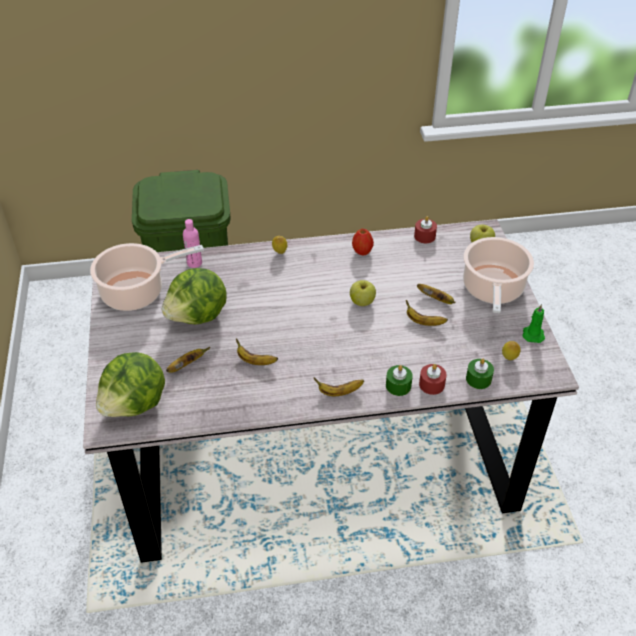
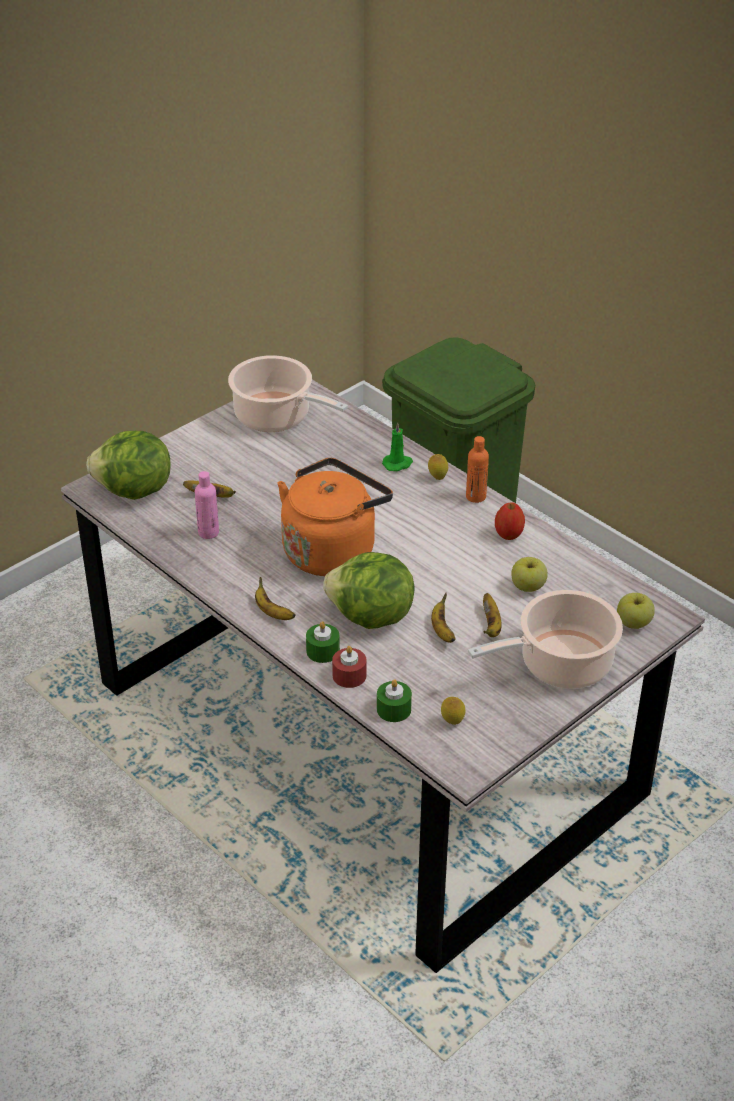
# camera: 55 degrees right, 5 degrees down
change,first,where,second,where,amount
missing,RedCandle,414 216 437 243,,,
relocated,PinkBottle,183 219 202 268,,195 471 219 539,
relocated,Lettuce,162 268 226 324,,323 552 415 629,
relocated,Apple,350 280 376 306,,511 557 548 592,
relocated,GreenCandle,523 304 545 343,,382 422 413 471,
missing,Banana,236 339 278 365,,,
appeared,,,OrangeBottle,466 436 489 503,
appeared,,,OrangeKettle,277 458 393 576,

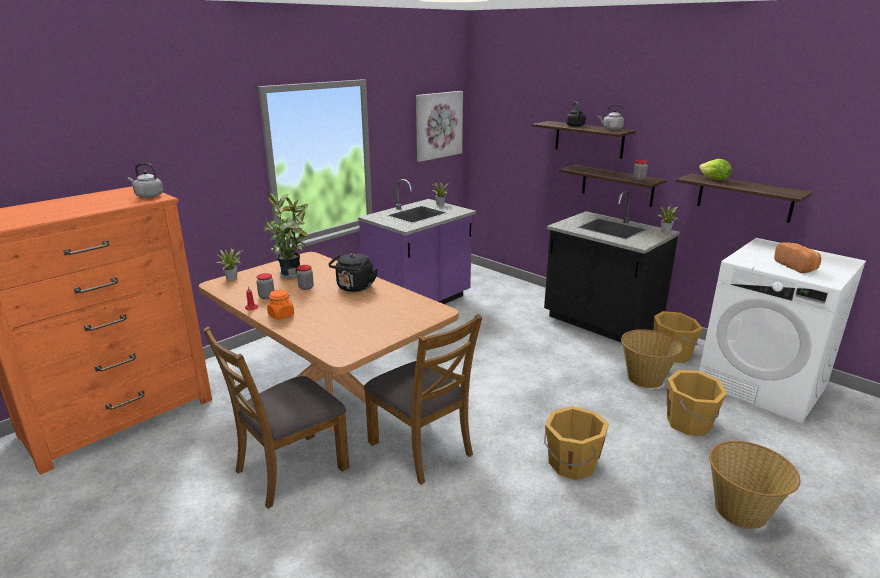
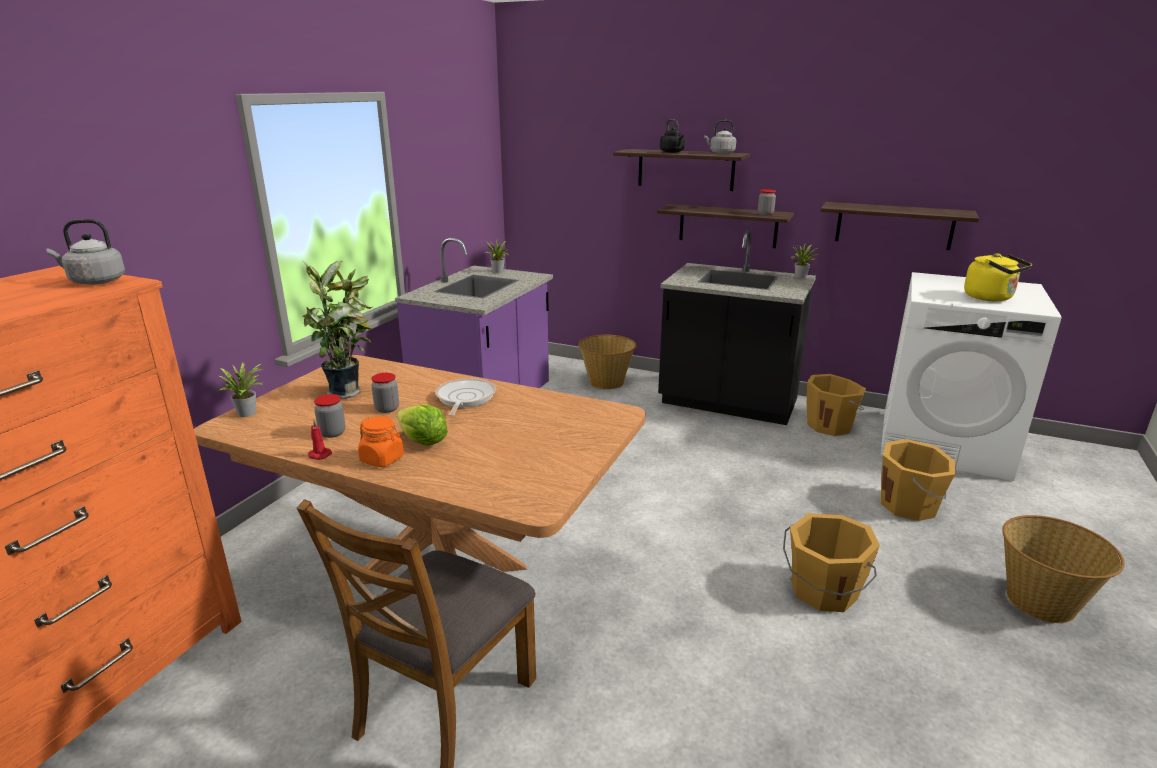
# camera: 20 degrees left, 0 degrees up
change,first,where,second,where,amount
missing,Picture,416 91 463 162,,,
relocated,Lettuce,699 159 732 180,,397 404 448 446,
exchanged,Bread,774 242 821 273,YellowKettle,964 253 1032 301,
exchanged,BlackKettle,328 253 378 292,FryingPan,435 378 496 416,
missing,BrownChair,364 314 482 485,,,
relocated,Basket,621 329 683 388,,578 335 637 389,

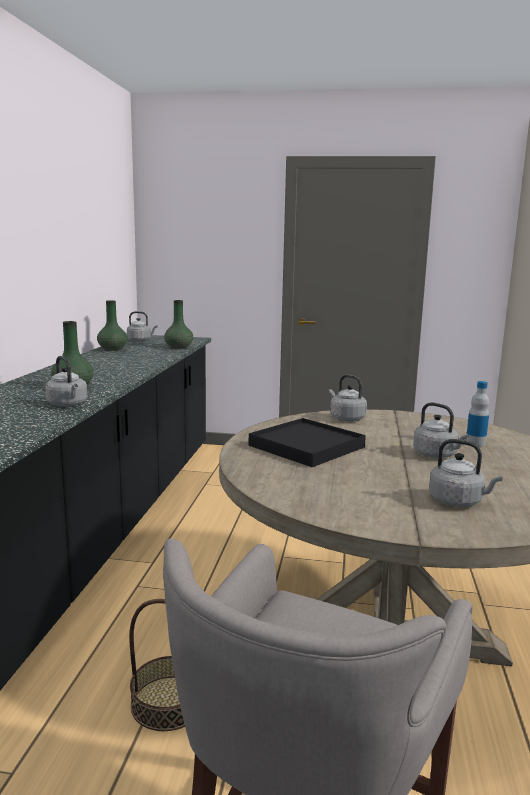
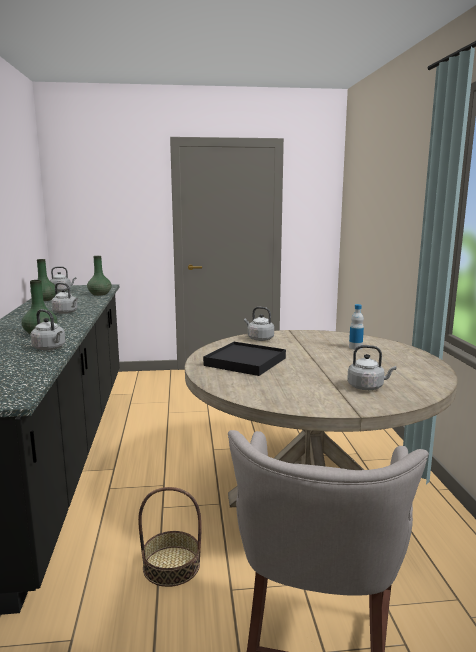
# camera: 15 degrees left, 0 degrees up
change,first,where,second,where,amount
relocated,GreyKettle,413 402 469 458,,51 282 78 314,

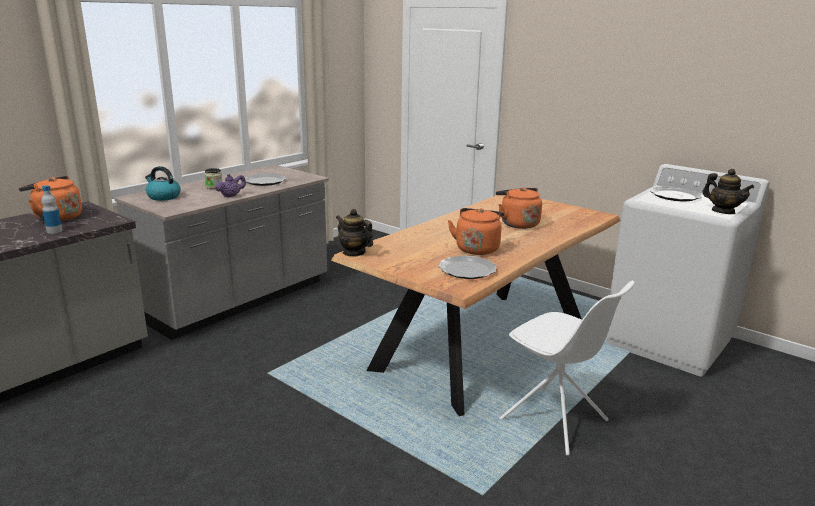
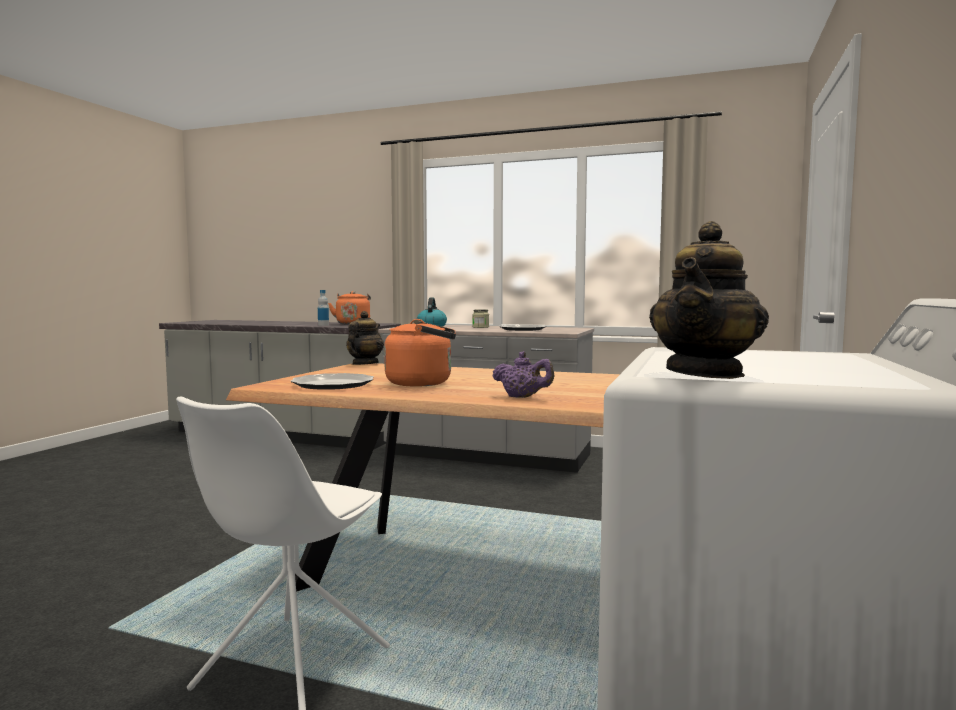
# camera: 70 degrees right, 15 degrees down
change,first,where,second,where,amount
relocated,PurpleTeapot,215 174 246 198,,492 351 554 398,
missing,Plate,650 186 702 201,,,
missing,OrangeKettle,496 187 542 229,,,

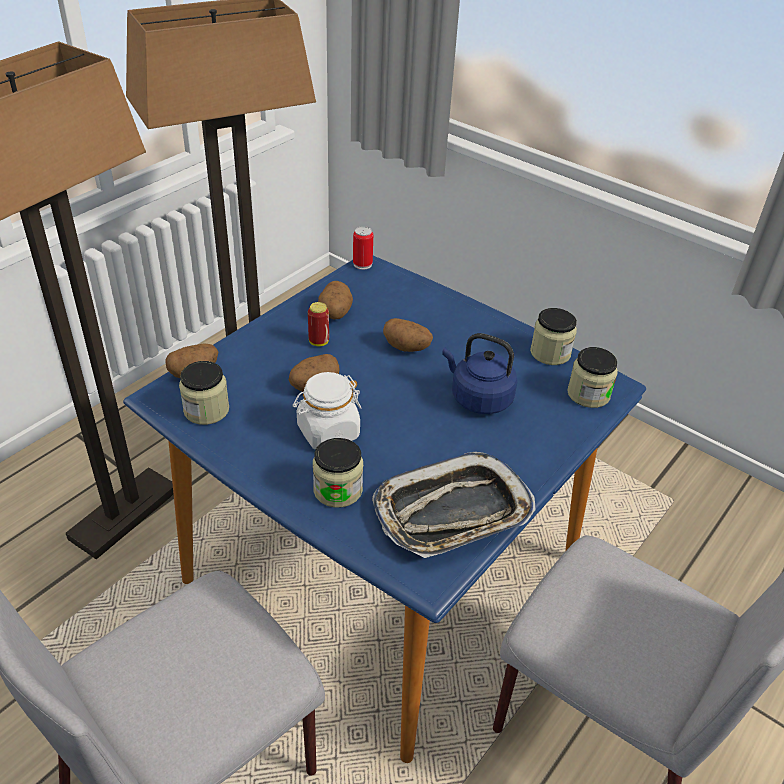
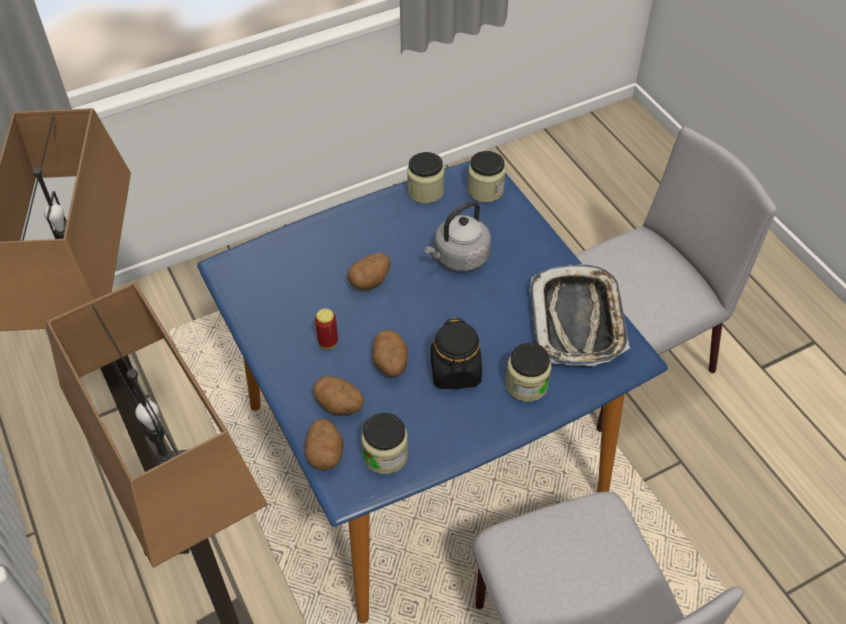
# camera: 65 degrees left, 10 degrees up
change,first,where,second,where,amount
missing,Can,353 226 373 270,,,
relocated,Potato,318 281 353 319,,313 376 365 415,
colour,BlueKettle,442 333 517 414,GreyKettle,424 201 491 272,
colour,WhiteJar,293 372 361 450,BlackJar,431 318 482 389,

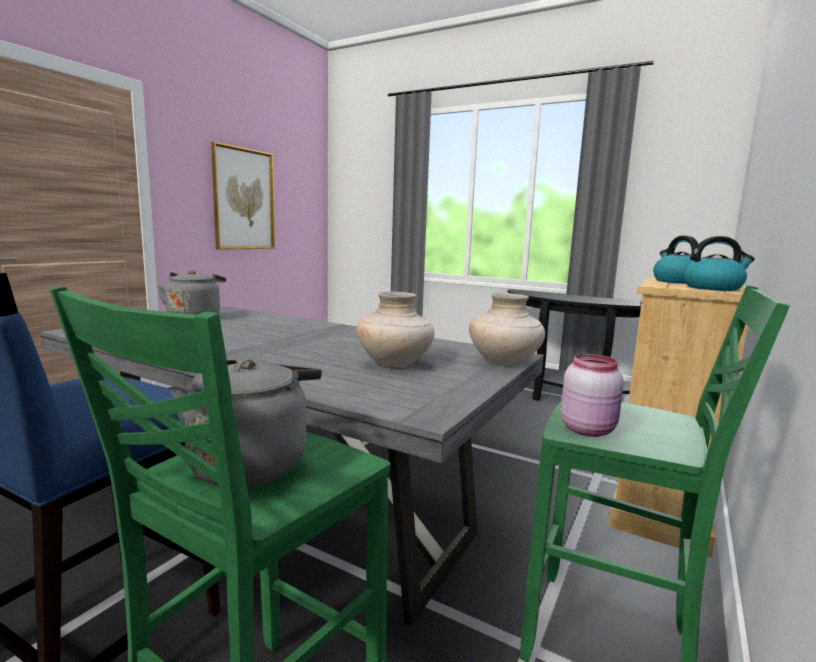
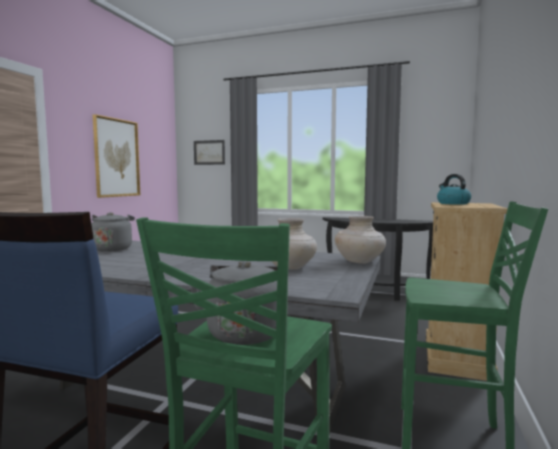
# camera: 10 degrees left, 5 degrees down
change,first,where,second,where,amount
missing,Kettle,683 236 755 291,,,
missing,PinkJar,561 354 624 437,,,
appeared,,,Picture,194 140 225 165,

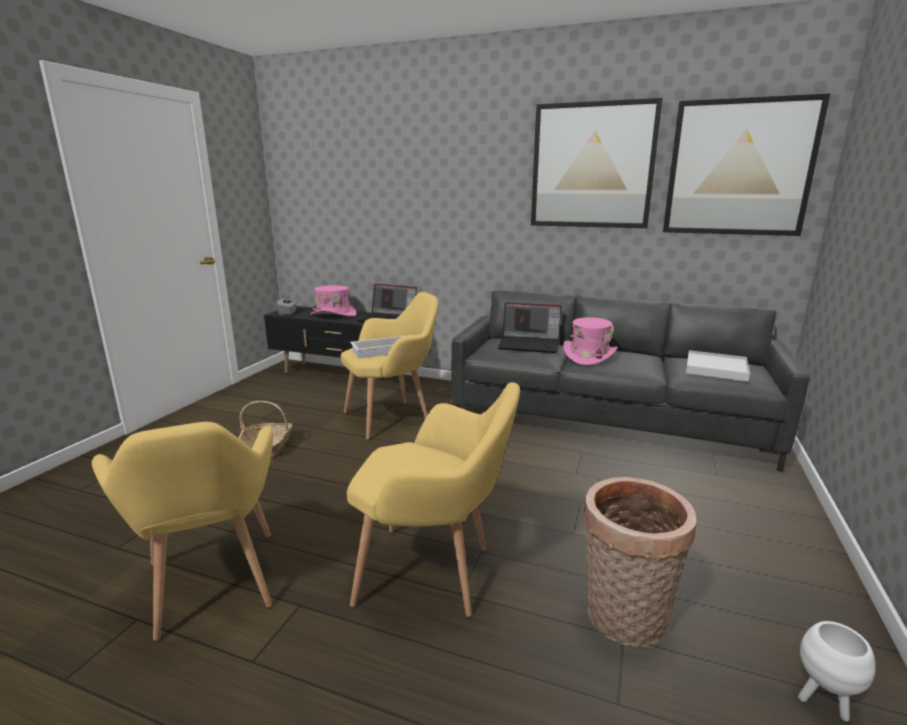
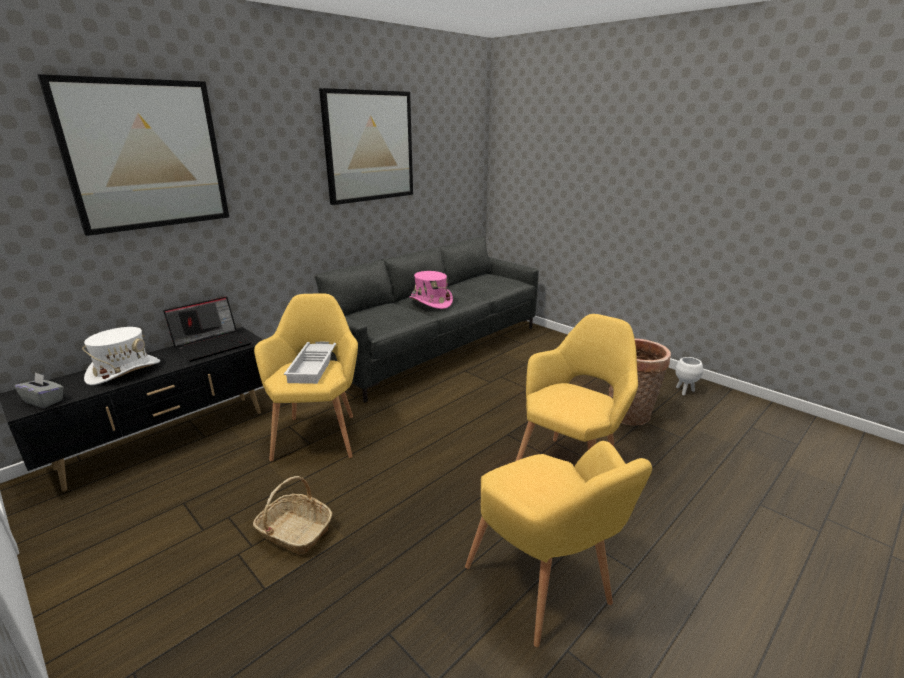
# camera: 65 degrees left, 5 degrees up
change,first,where,second,where,amount
relocated,Picture,663 93 830 236,,38 74 229 236,
colour,PinkHat,310 285 357 317,WhiteHat,82 327 160 385,
missing,Laptop,498 303 562 353,,,
missing,WhiteTray,686 350 750 382,,,
spun,YellowArmchair,92 422 273 641,,465 441 652 647,60 degrees clockwise

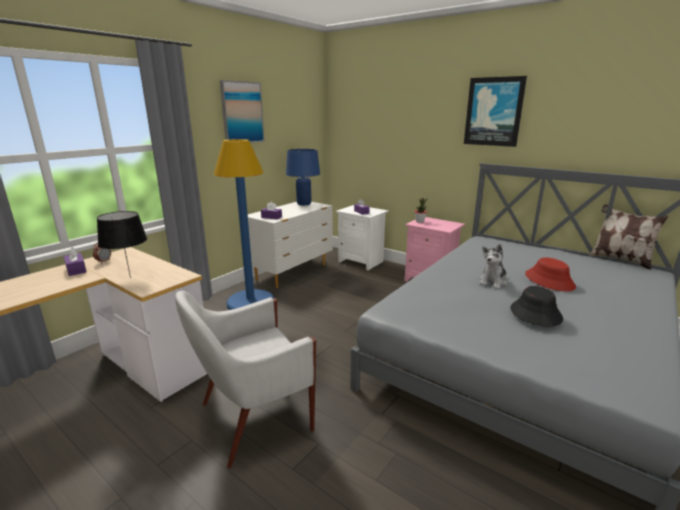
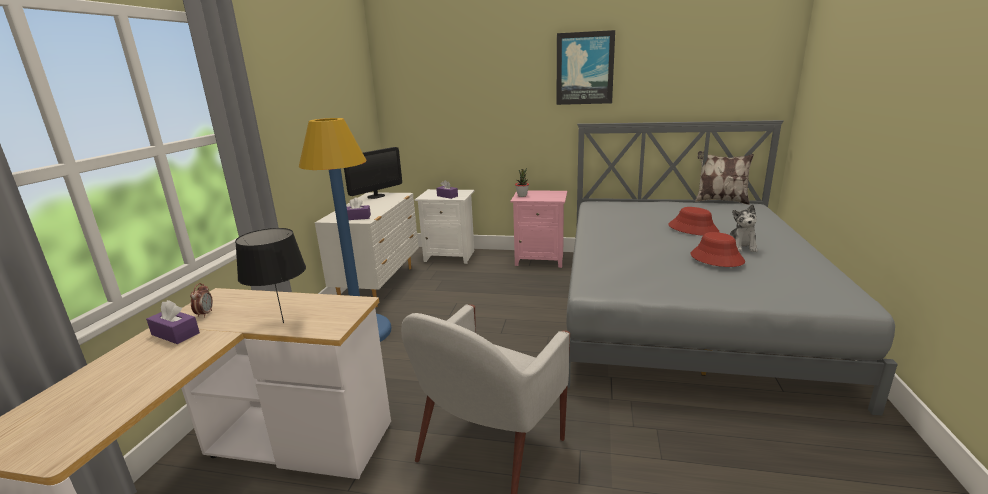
# camera: 25 degrees left, 0 degrees up
change,first,where,second,where,amount
missing,Picture,220 80 265 143,,,
exchanged,BlueTableLamp,286 149 320 205,Monitor,344 147 402 199,
relocated,PlushToy,479 244 507 289,,730 204 758 252,
colour,BlackHat,510 286 563 327,RedHat,690 232 745 267,

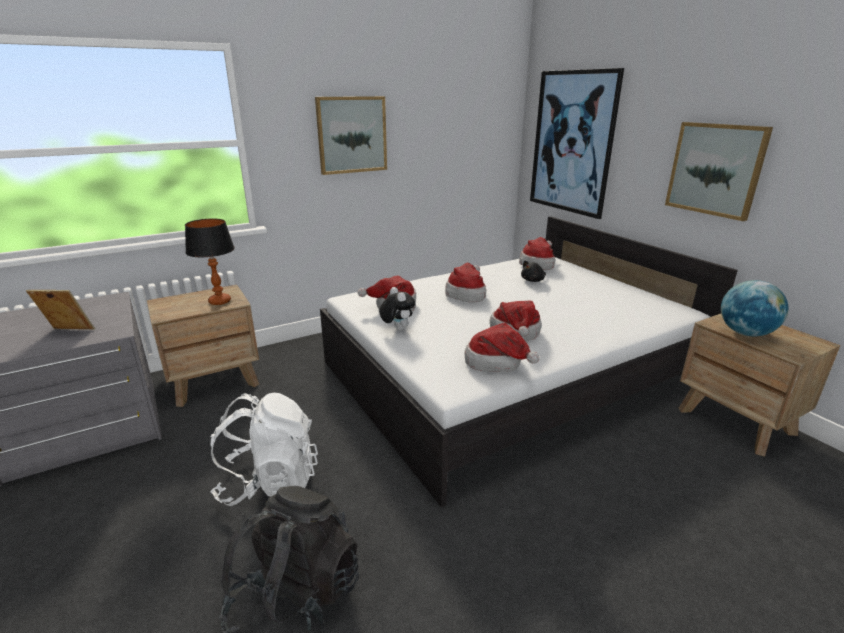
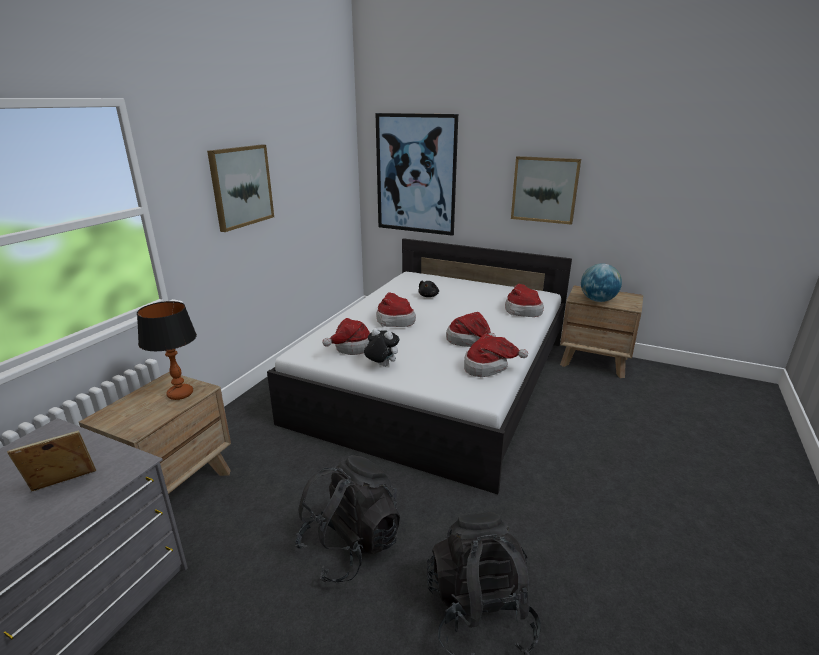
# camera: 35 degrees left, 0 degrees up
change,first,where,second,where,amount
relocated,Hat,519 237 555 270,,505 284 544 317,
colour,WhiteBackpack,210 393 318 506,BlackBackpack,295 455 400 583,

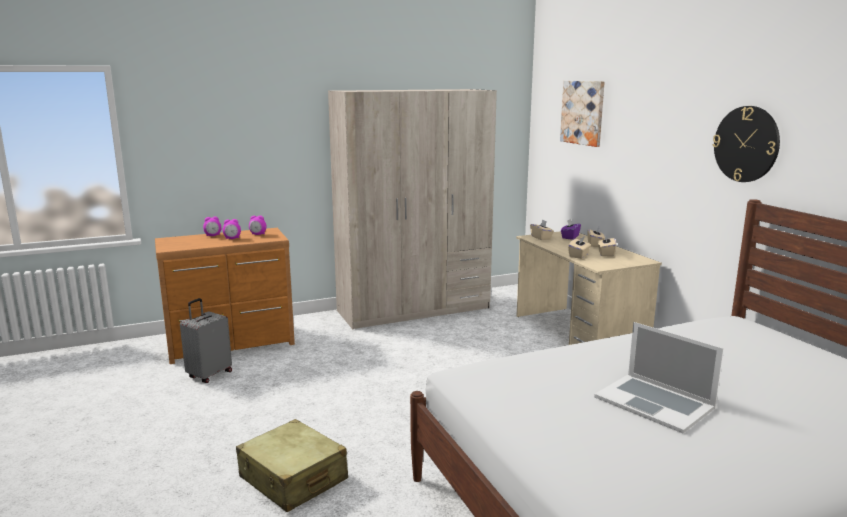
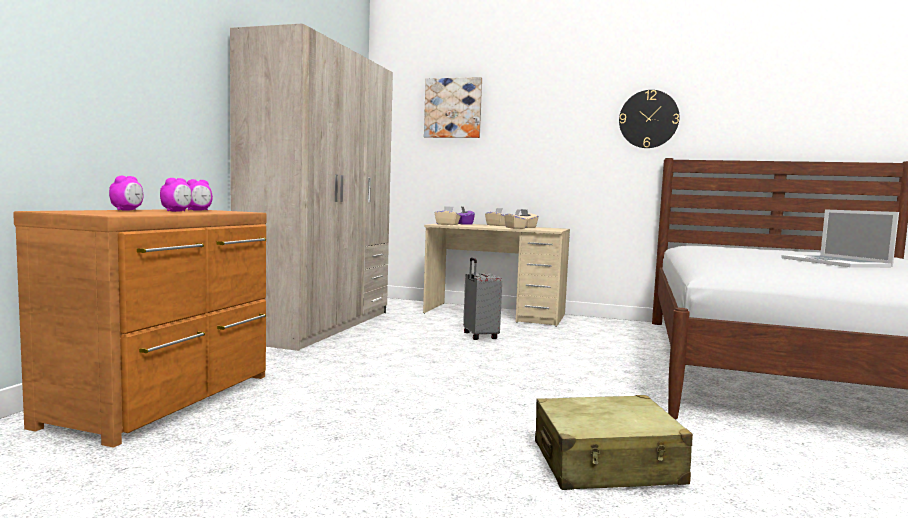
# camera: 50 degrees left, 10 degrees down
change,first,where,second,where,amount
relocated,GreySuitcase,180 298 232 383,,463 258 502 340,
spun,Laptop,594 322 723 433,,781 209 899 267,75 degrees clockwise

